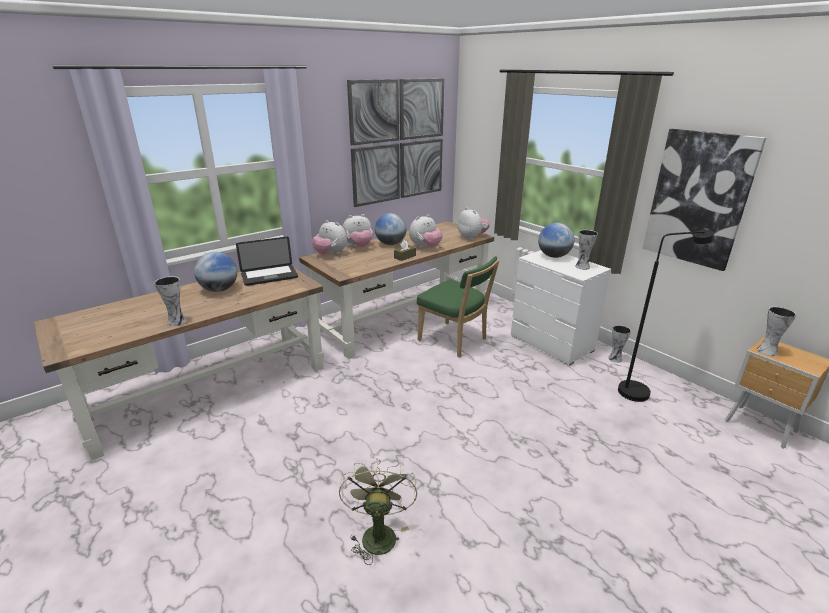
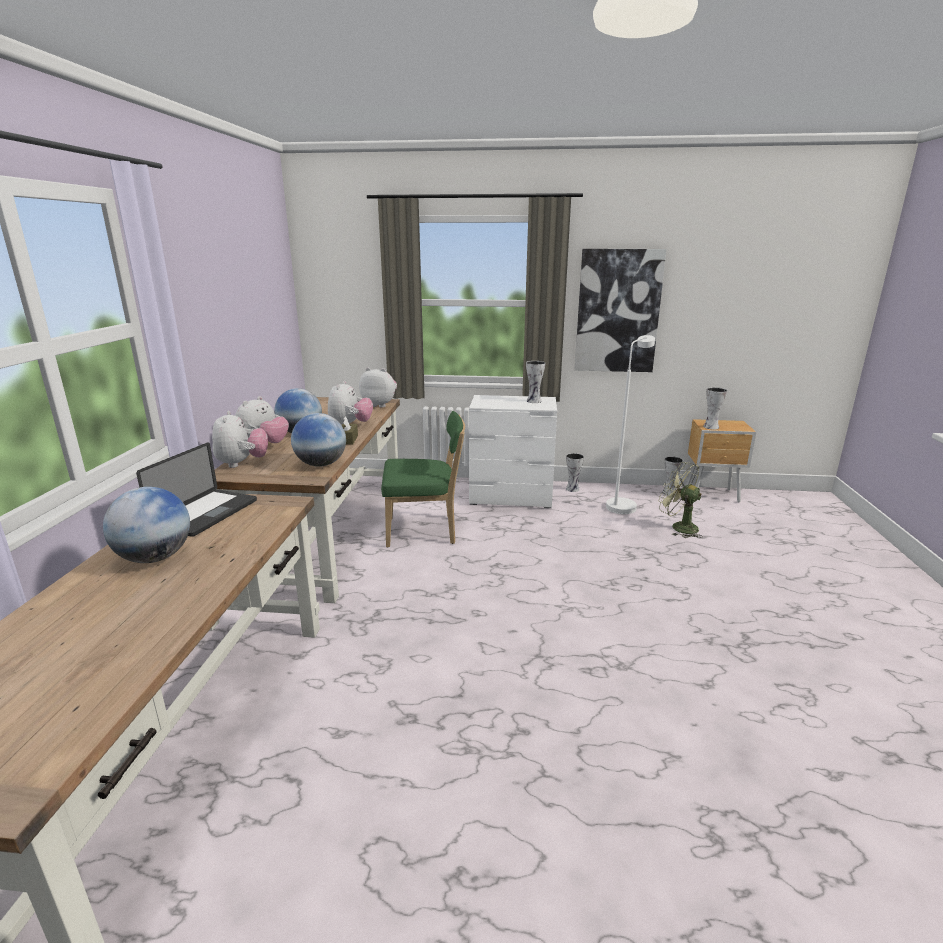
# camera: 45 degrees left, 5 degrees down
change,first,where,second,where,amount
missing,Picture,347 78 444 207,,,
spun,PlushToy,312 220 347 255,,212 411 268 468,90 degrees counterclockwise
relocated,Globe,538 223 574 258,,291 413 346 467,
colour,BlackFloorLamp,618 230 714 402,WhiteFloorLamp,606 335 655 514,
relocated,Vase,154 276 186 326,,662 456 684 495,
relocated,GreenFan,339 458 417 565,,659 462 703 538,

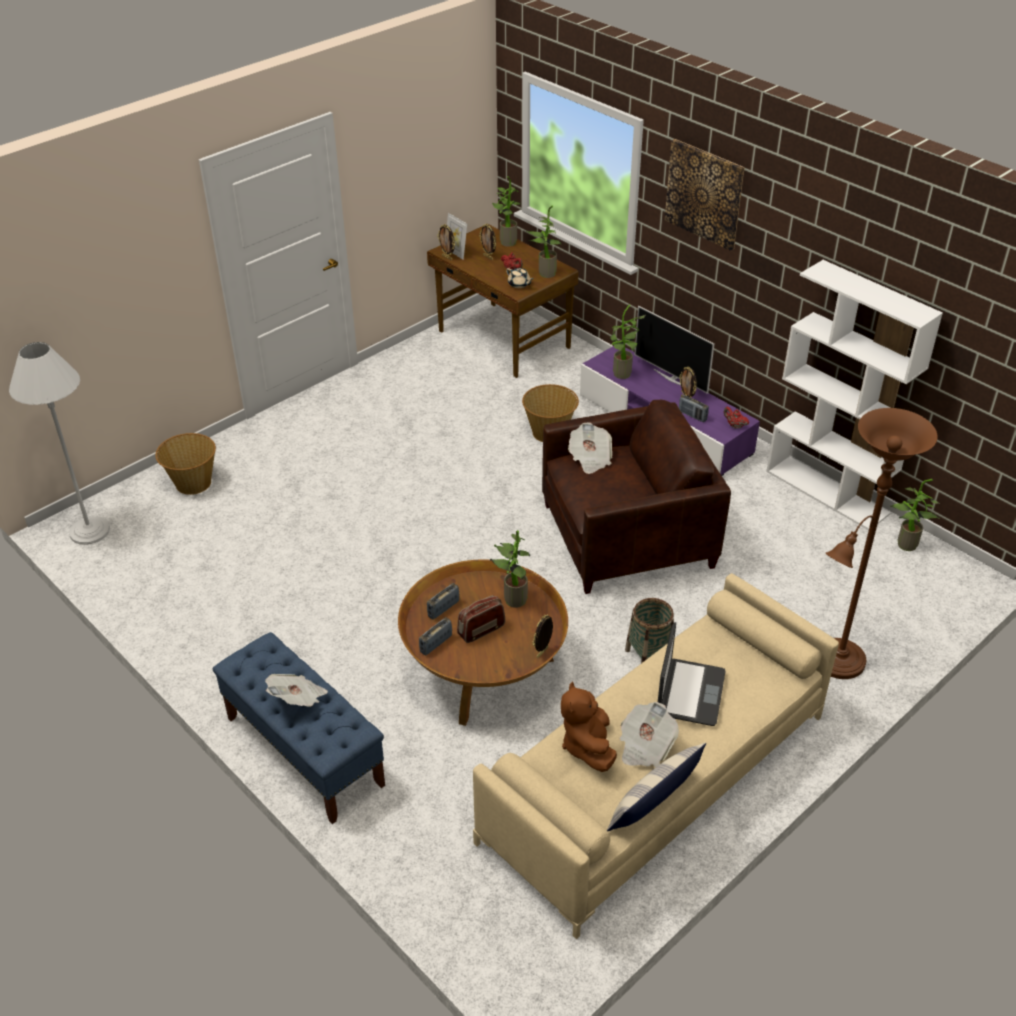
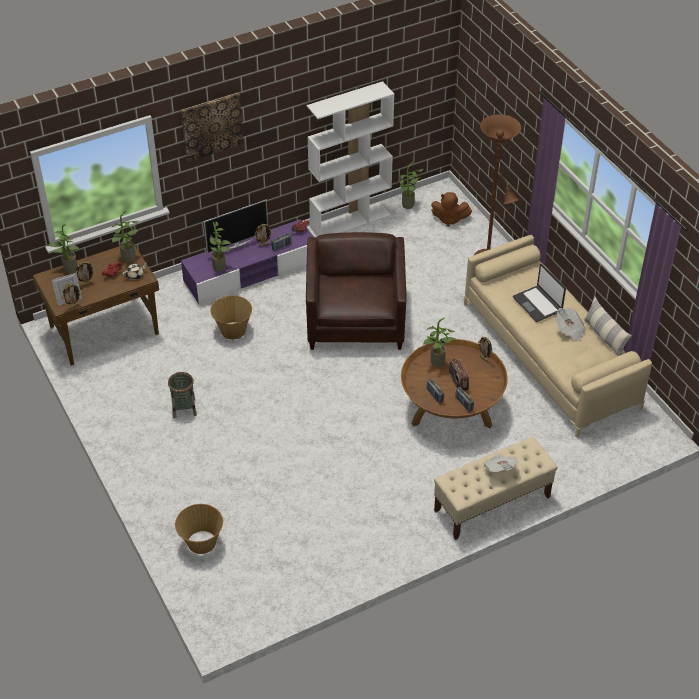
# camera: 75 degrees left, 5 degrees up
change,first,where,second,where,amount
missing,WhiteFloorLamp,9 342 110 545,,,
missing,Newspaper,568 422 612 474,,,
relocated,Basket,625 598 674 663,,168 372 197 418,
spun,Laptop,658 622 726 726,,513 264 566 322,150 degrees counterclockwise
colour,BlueBench,213 632 385 824,BeigeBench,434 437 558 540,
relocated,BrownPlushToy,561 682 617 772,,431 192 472 227,

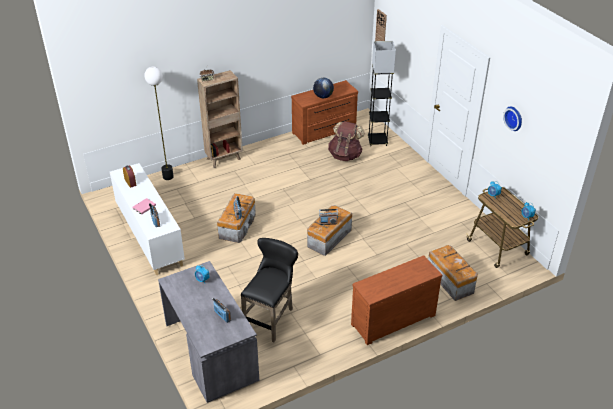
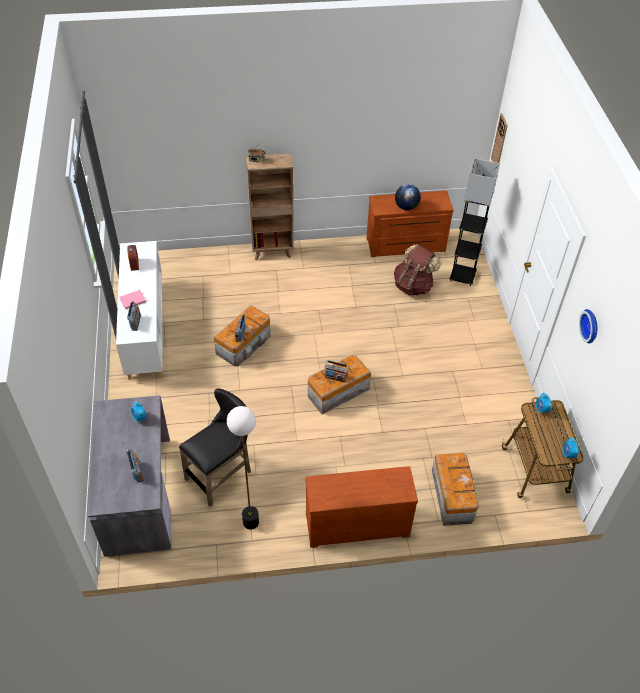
# camera: 20 degrees right, 10 degrees up
change,first,where,second,where,amount
relocated,FloorLamp,144 67 174 180,,227 406 259 530,

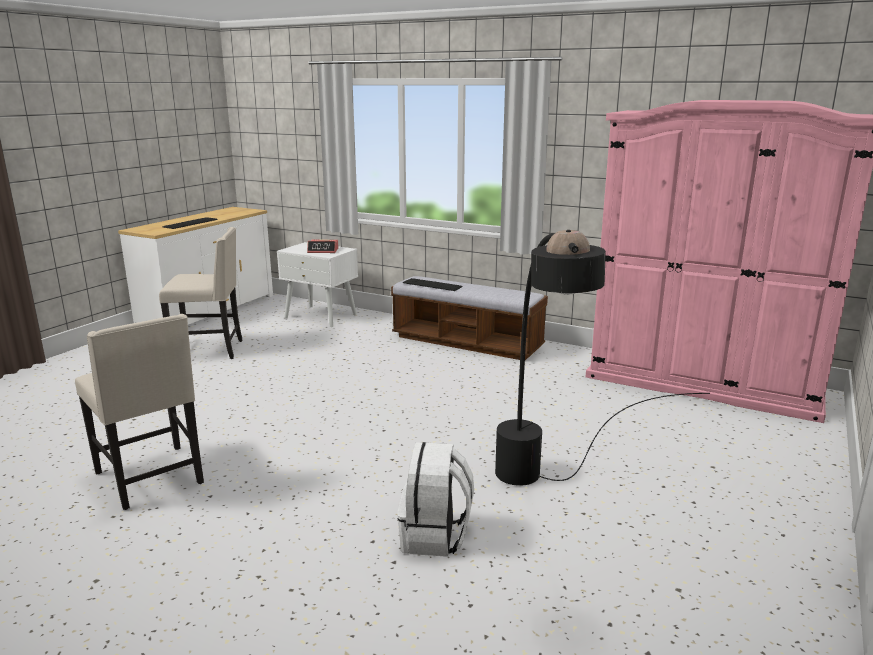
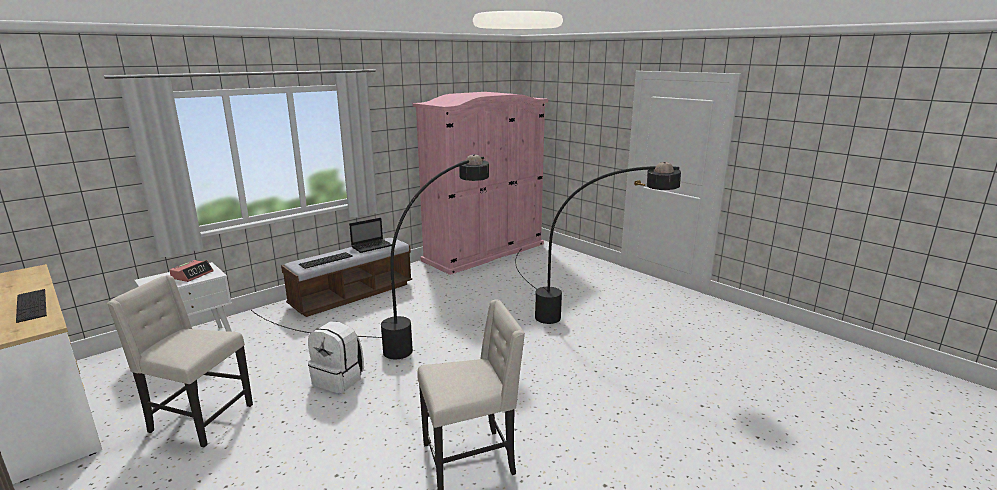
# camera: 70 degrees left, 0 degrees up
change,first,where,second,where,amount
spun,BeigeChair,159 227 242 359,,107 275 253 448,90 degrees counterclockwise
relocated,WhiteBackpack,398 442 474 557,,308 321 364 394,
appeared,,,BlackFloorLamp,251 154 489 359,
appeared,,,Laptop,349 218 392 253,

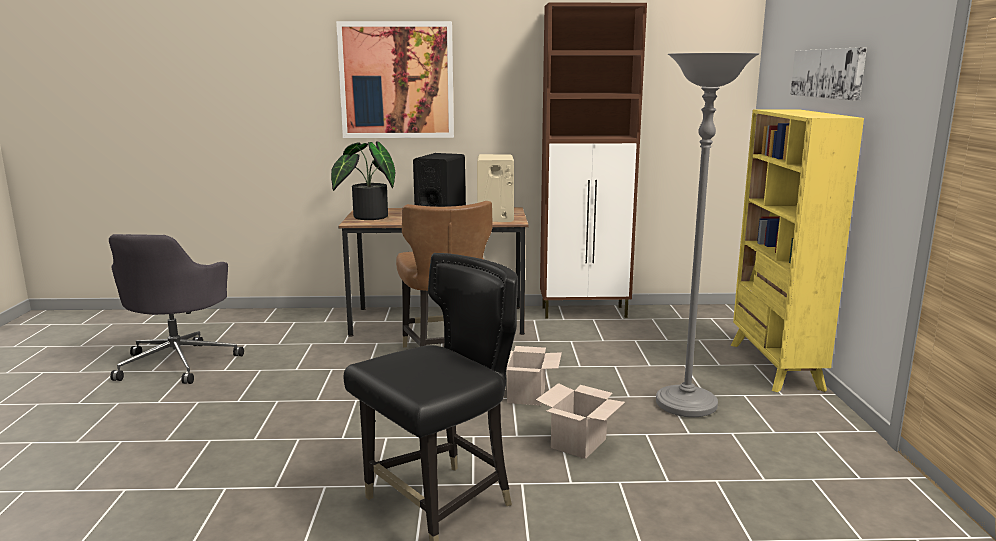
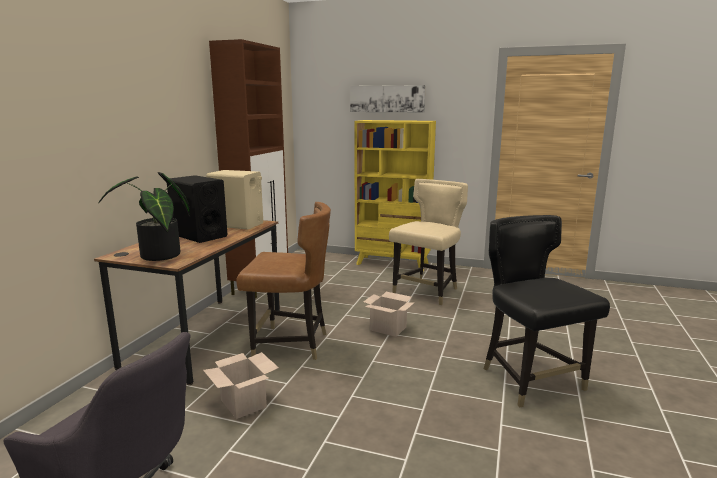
# camera: 70 degrees left, 0 degrees up
change,first,where,second,where,amount
missing,Picture,336 21 454 138,,,
exchanged,GreyFloorLamp,656 53 759 417,BeigeChair,389 179 468 305,
relocated,CardboardBox,536 383 625 459,,203 352 279 419,

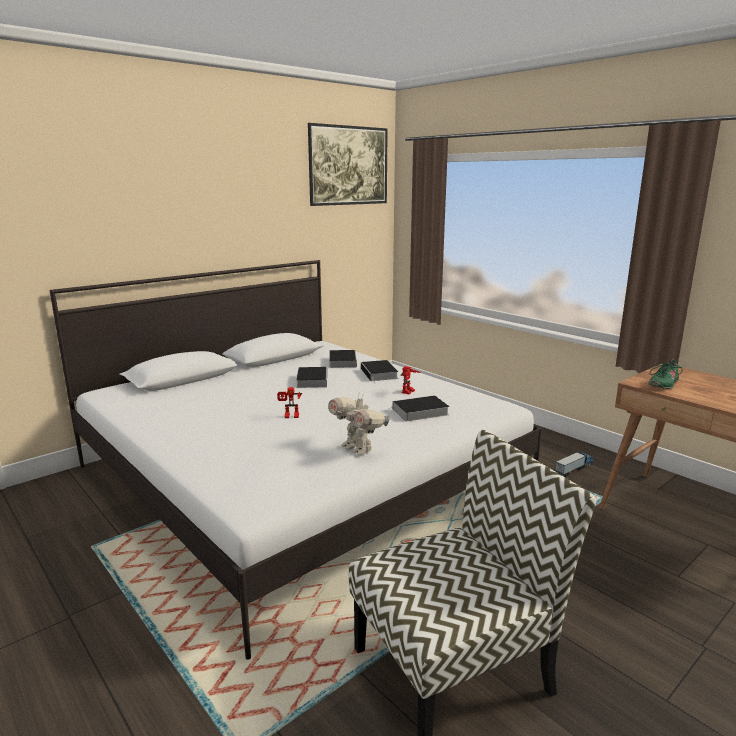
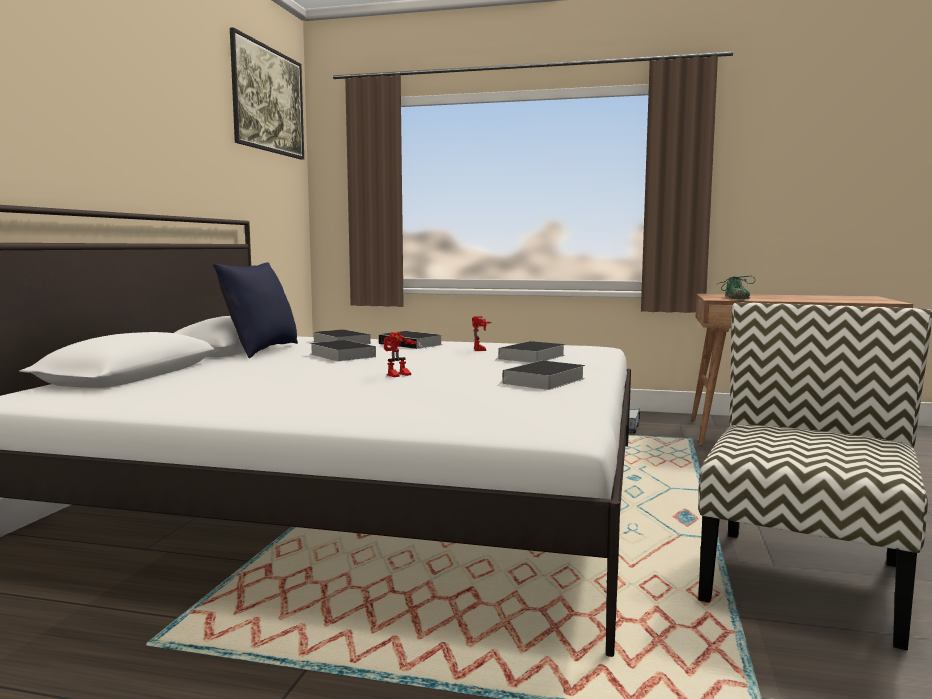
# camera: 35 degrees left, 10 degrees down
change,first,where,second,where,amount
exchanged,ToyRobot,328 395 390 455,Book,499 360 585 390,
appeared,,,BluePillow,213 262 298 358,

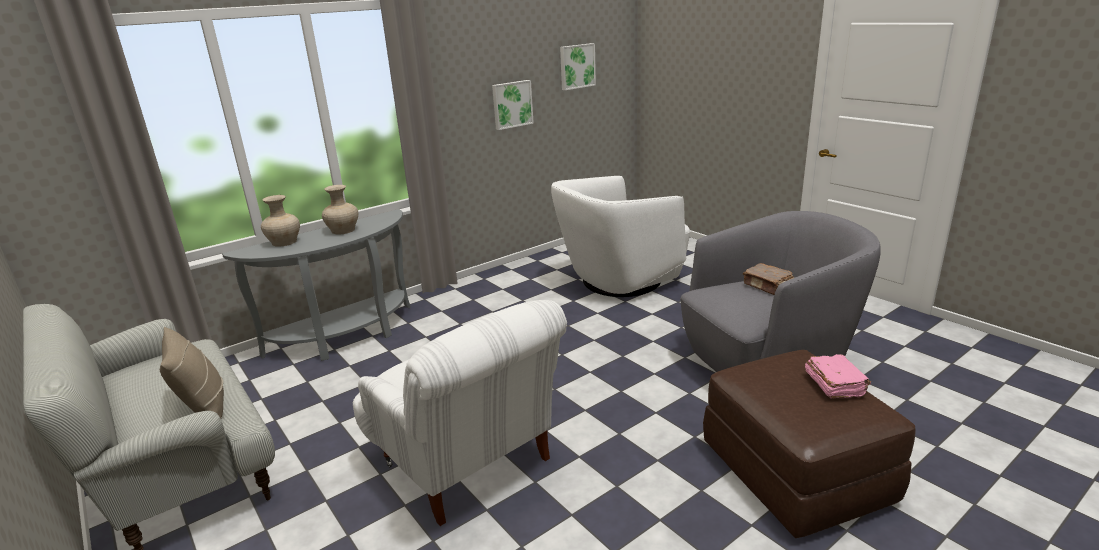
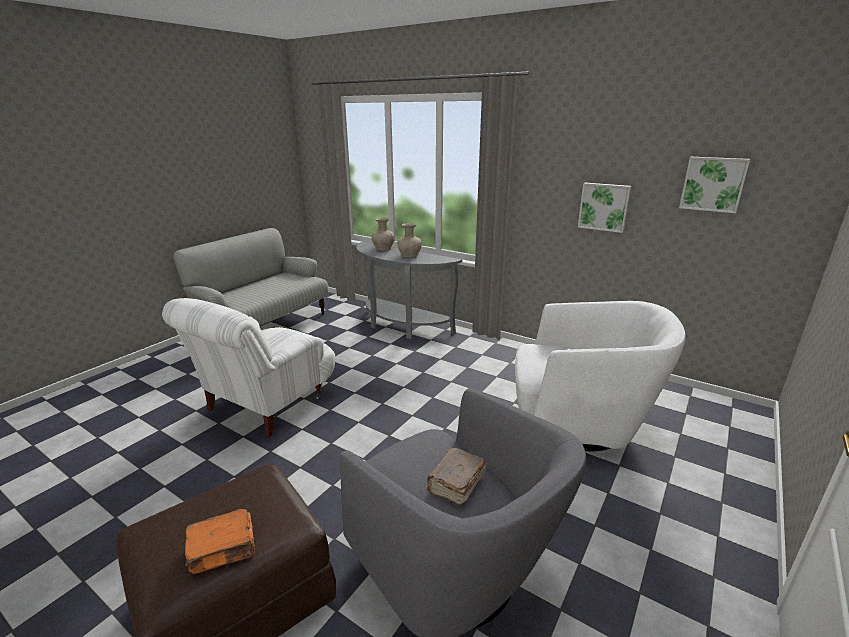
# camera: 70 degrees right, 0 degrees up
change,first,where,second,where,amount
spun,WhiteArmchair,551 176 690 297,,515 301 686 451,150 degrees clockwise
missing,BeigePillow,160 327 224 418,,,
colour,PinkBook,805 354 871 399,OrangeBook,185 509 255 574,

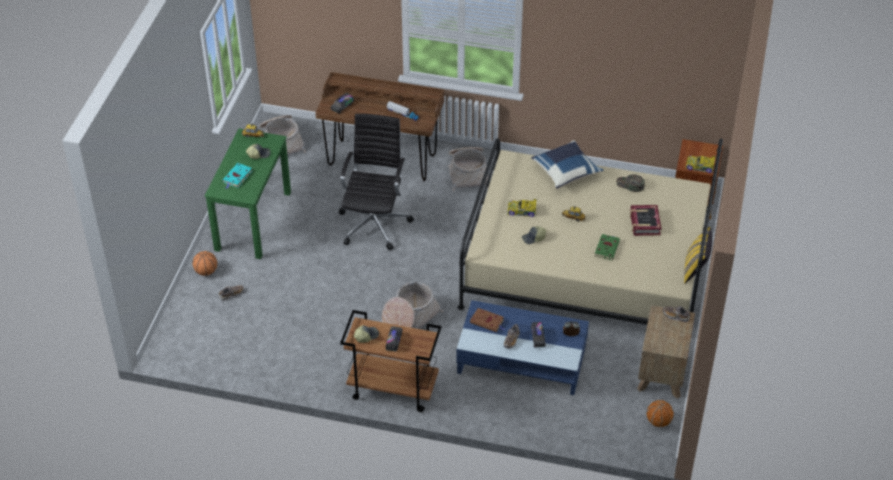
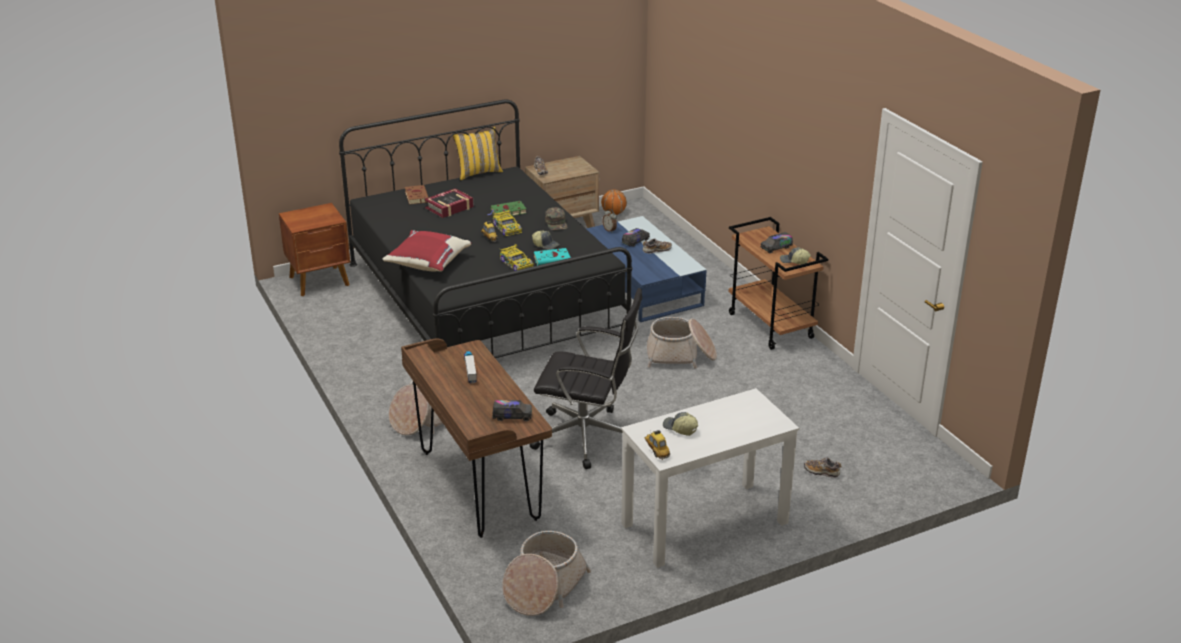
# camera: 130 degrees left, 15 degrees down
change,first,where,second,where,amount
spun,BlackOfficeChair,339 114 414 250,,530 288 642 469,135 degrees counterclockwise
colour,GreenDesk,205 128 291 259,WhiteDesk,621 388 799 568,
colour,BeigeBed,457 138 723 325,BlackBed,339 99 632 358,
colour,BluePillow,531 140 603 189,RedPillow,382 230 472 272,
relocated,ToyCar,686 156 716 173,,493 209 522 236,
relocated,TurquoiseBook,222 163 252 189,,534 248 571 265,
relocated,GreenCap,616 174 645 192,,545 207 568 230,
missing,Basketball,192 251 217 276,,,
relocated,BrownBook,470 308 504 332,,405 185 429 204,

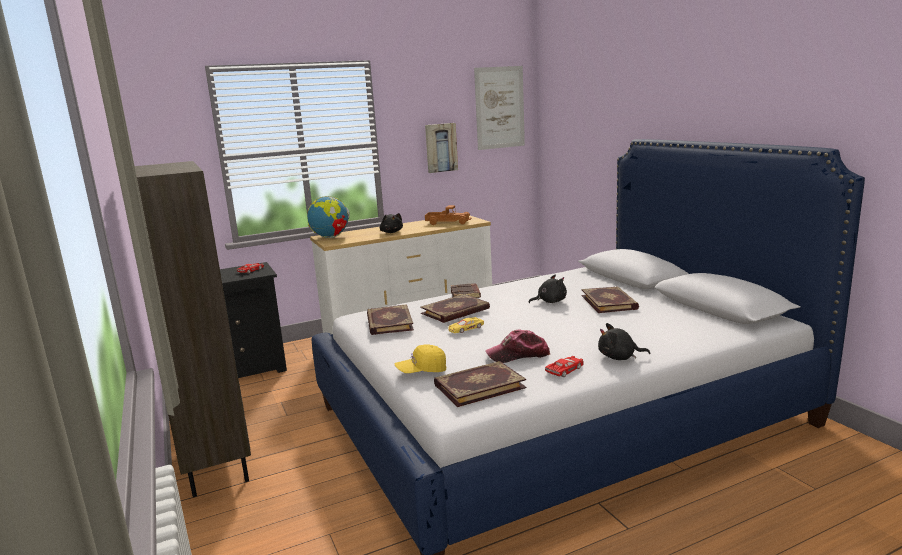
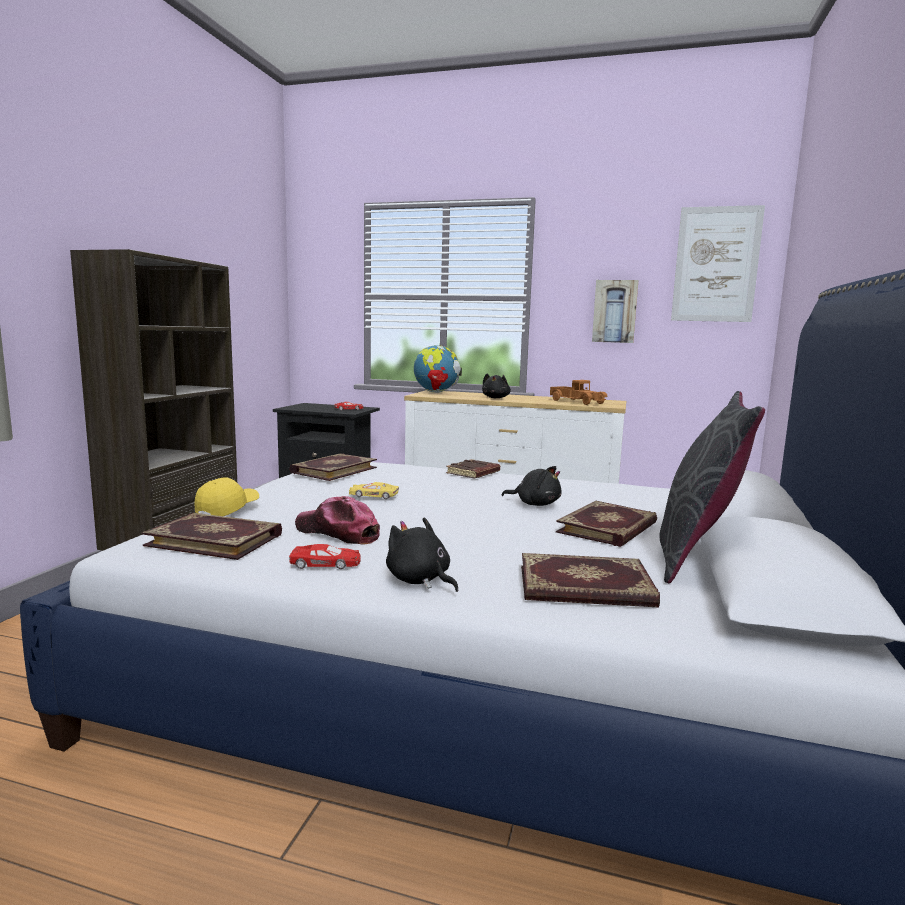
# camera: 40 degrees right, 5 degrees down
change,first,where,second,where,amount
relocated,Book,420 294 490 323,,521 553 660 607,
spun,YellowCap,395 344 446 373,,194 477 259 516,90 degrees clockwise
appeared,,,GreyPillow,659 391 765 583,

